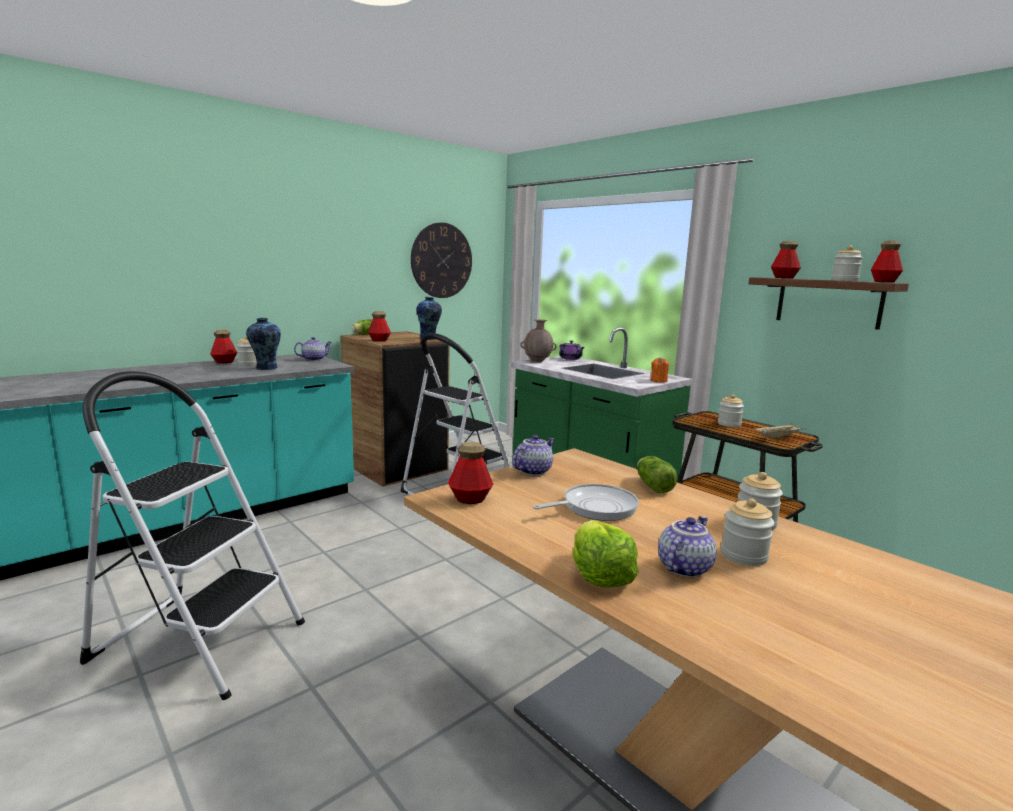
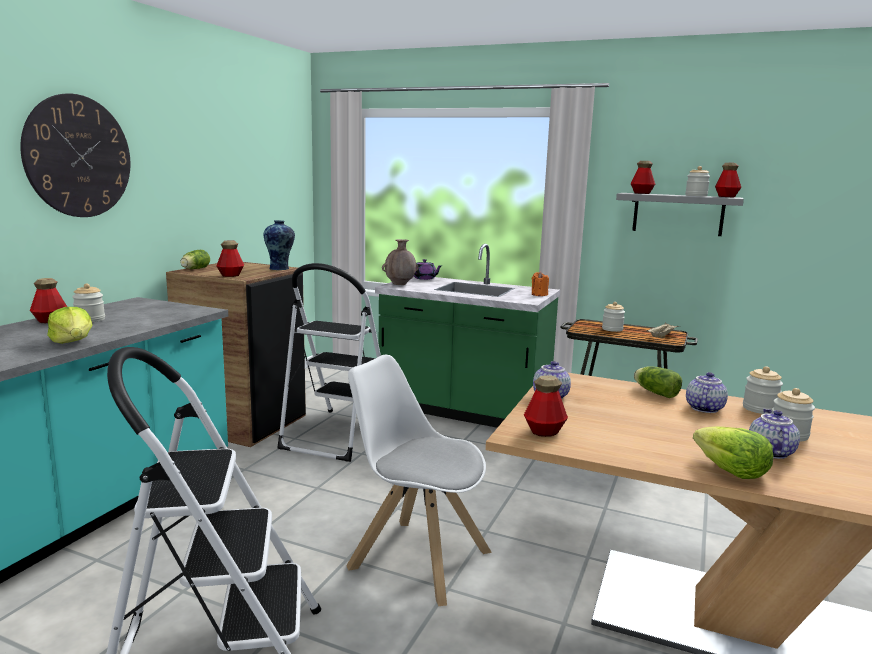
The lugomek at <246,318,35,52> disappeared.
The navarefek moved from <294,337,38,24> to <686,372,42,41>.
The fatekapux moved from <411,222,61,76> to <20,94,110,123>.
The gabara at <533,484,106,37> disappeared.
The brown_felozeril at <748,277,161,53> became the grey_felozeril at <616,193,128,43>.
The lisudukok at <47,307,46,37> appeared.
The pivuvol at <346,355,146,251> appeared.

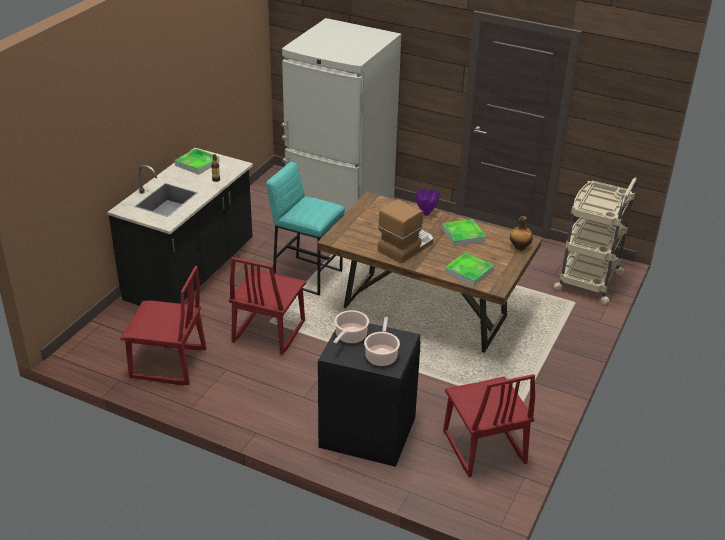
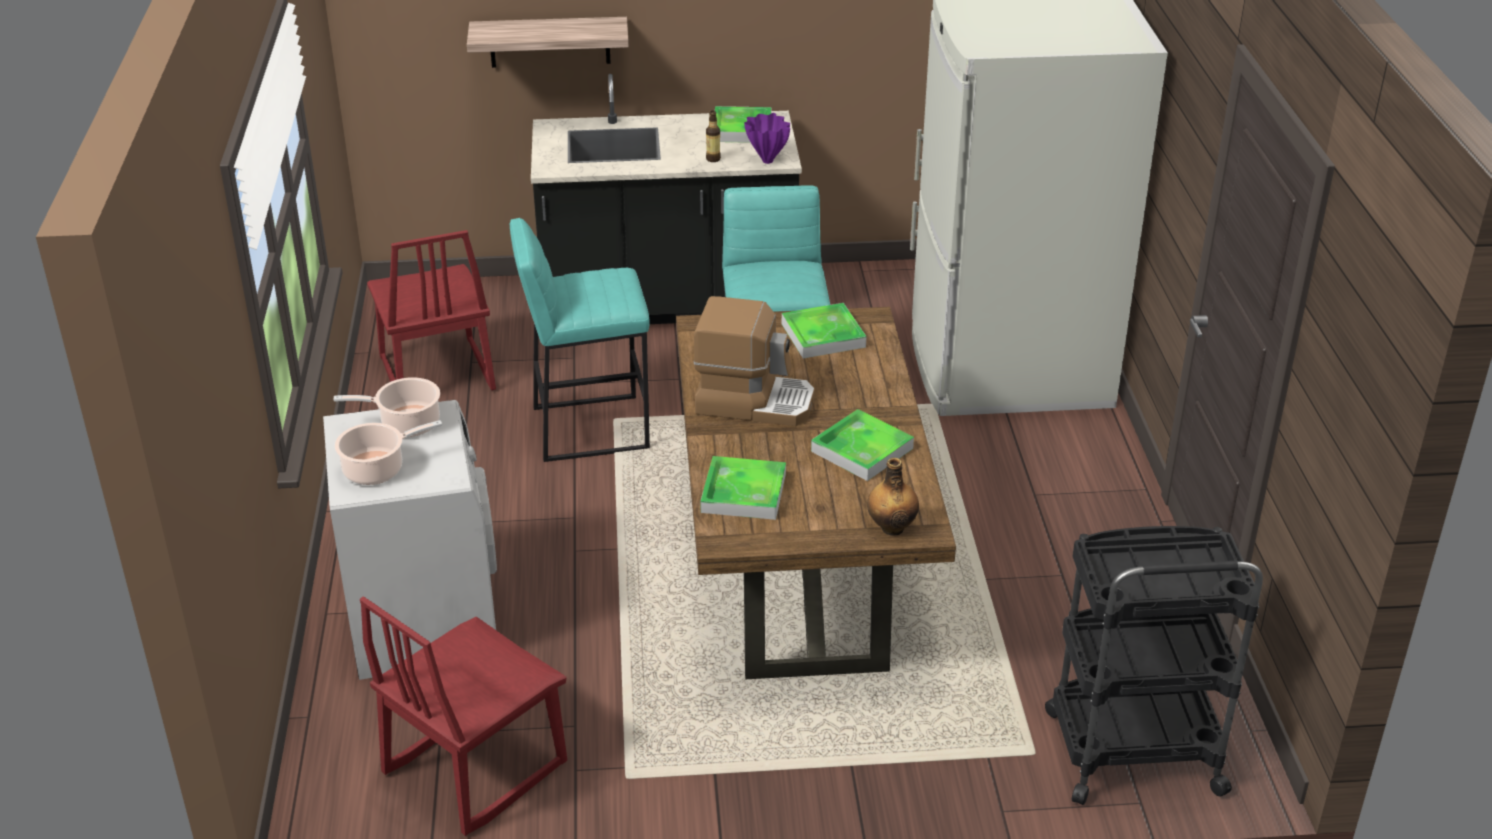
The red_pivuvol at <229,257,77,98> was replaced by the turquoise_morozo at <510,218,140,244>.
The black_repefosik at <318,323,102,144> became the white_repefosik at <323,400,174,280>.
The purple_lugomek moved from <415,189,25,27> to <744,113,46,51>.
The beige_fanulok at <554,177,83,128> became the black_fanulok at <1045,526,218,279>.
The felozeril at <467,17,162,51> appeared.
The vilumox at <782,303,85,55> appeared.

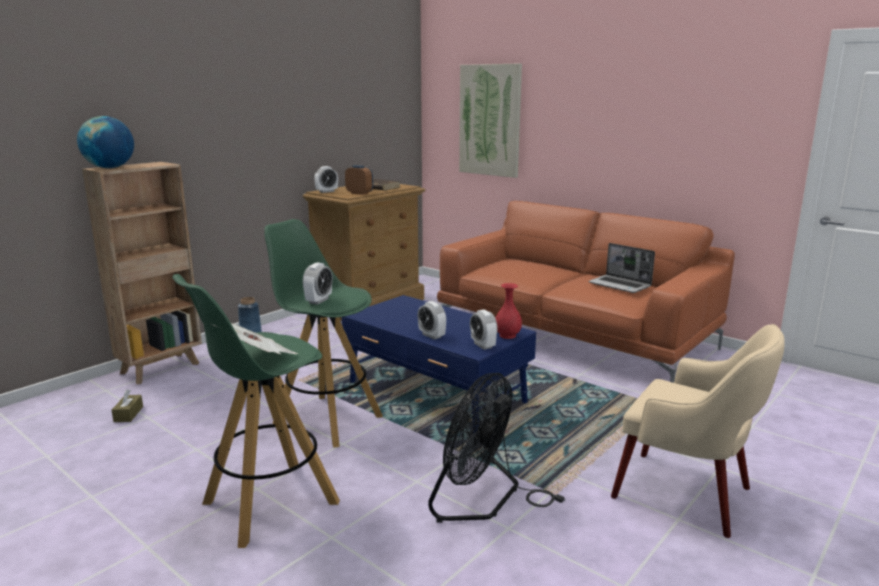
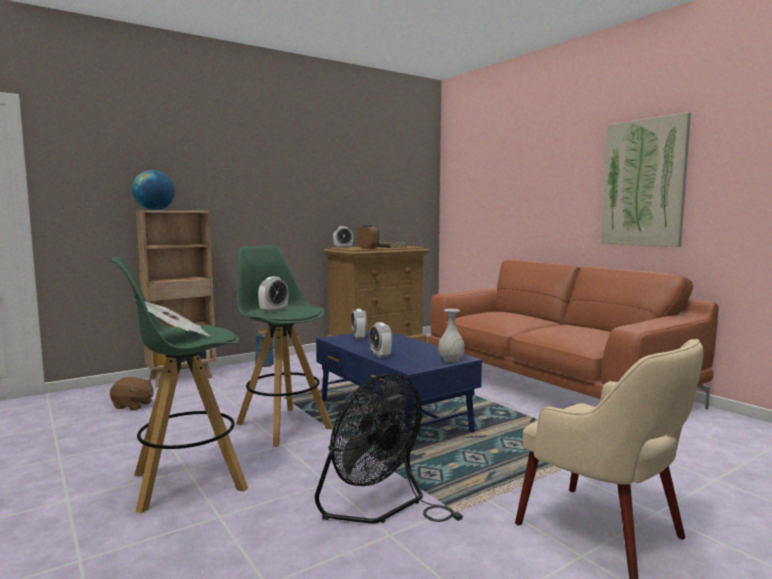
The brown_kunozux at <112,389,31,33> was replaced by the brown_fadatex at <110,377,44,33>.
The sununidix moved from <459,63,63,115> to <601,112,90,135>.
The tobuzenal moved from <470,310,28,40> to <351,309,16,31>.
The red_lugomek at <495,283,27,56> became the white_lugomek at <438,309,27,53>.
The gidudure at <588,243,67,50> disappeared.

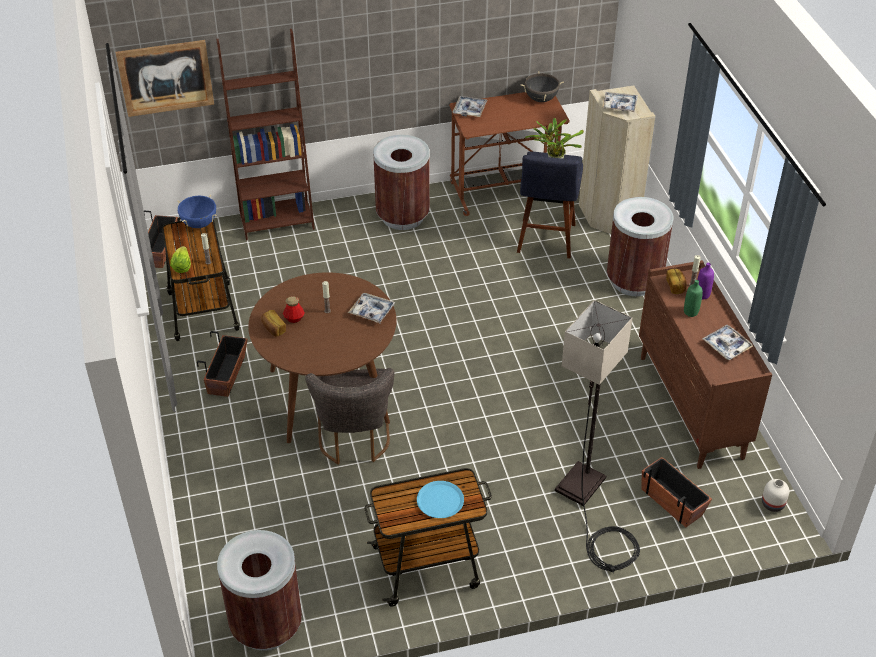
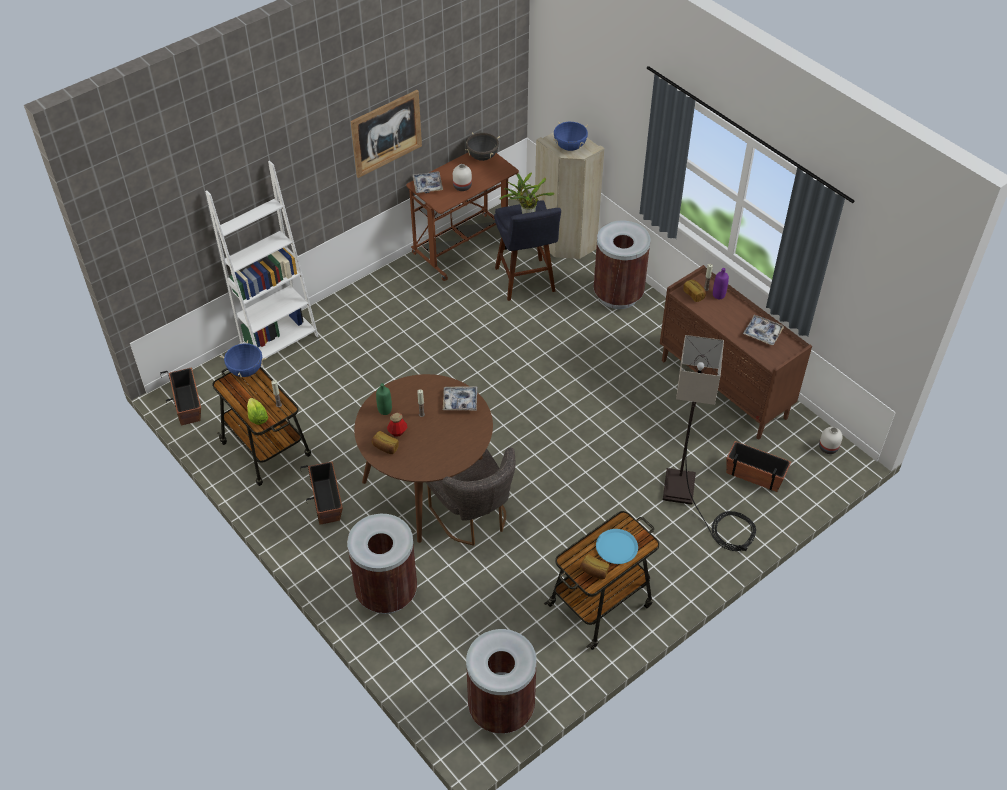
The sununidix moved from <116,40,98,77> to <350,90,72,88>.
The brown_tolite at <216,29,99,212> became the white_tolite at <205,161,114,207>.
The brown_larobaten moved from <373,135,57,95> to <347,514,70,100>.
The vilumox at <602,92,36,20> was replaced by the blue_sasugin at <554,122,34,29>.
The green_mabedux moved from <684,280,19,37> to <376,383,16,32>.
The white_lugomek at <453,164,19,27> appeared.
The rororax at <580,554,29,26> appeared.

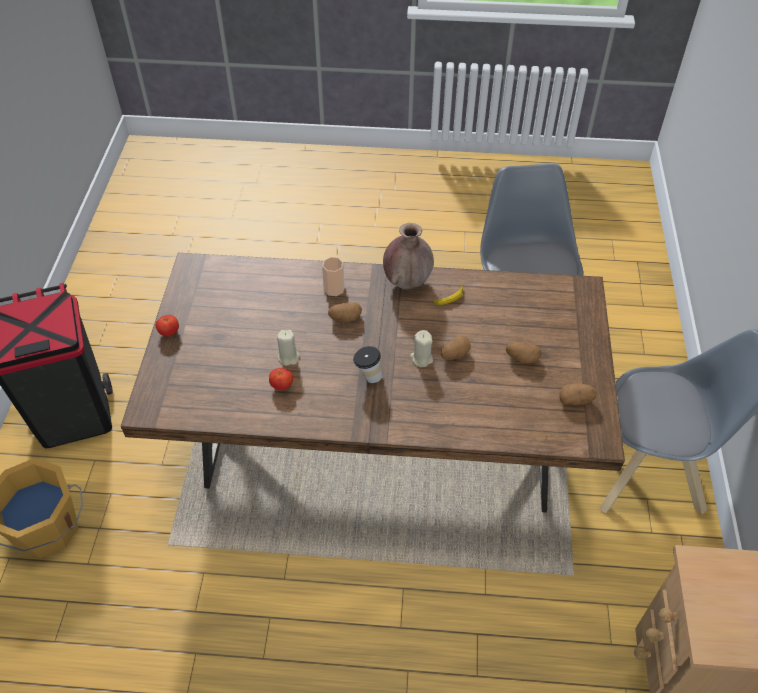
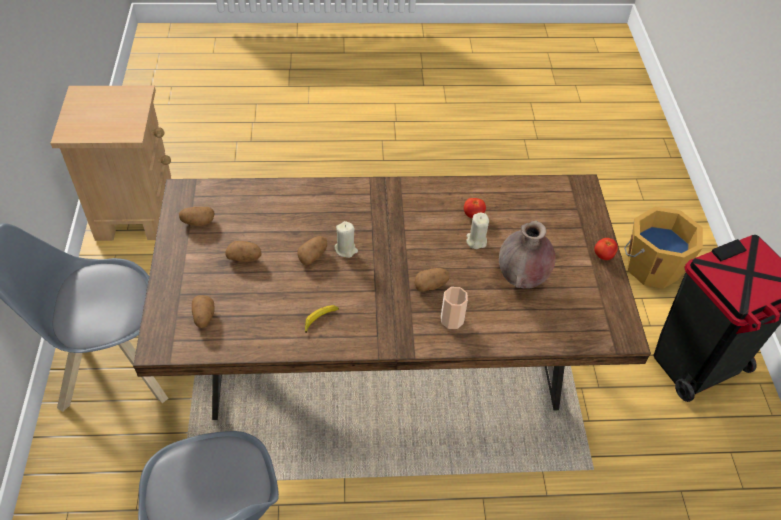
The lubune at <353,346,30,37> disappeared.
The brown_lugomek moved from <383,223,51,67> to <499,220,57,69>.
The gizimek at <192,295,23,33> appeared.

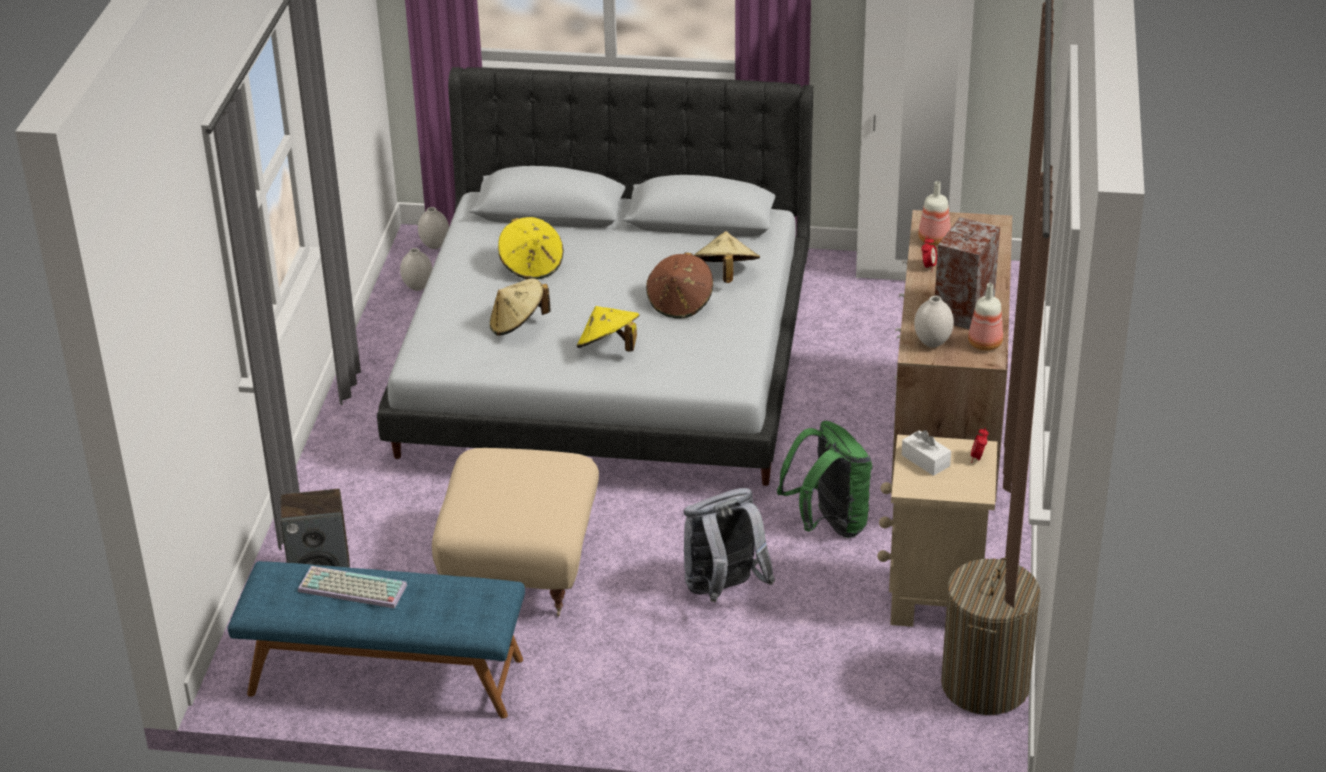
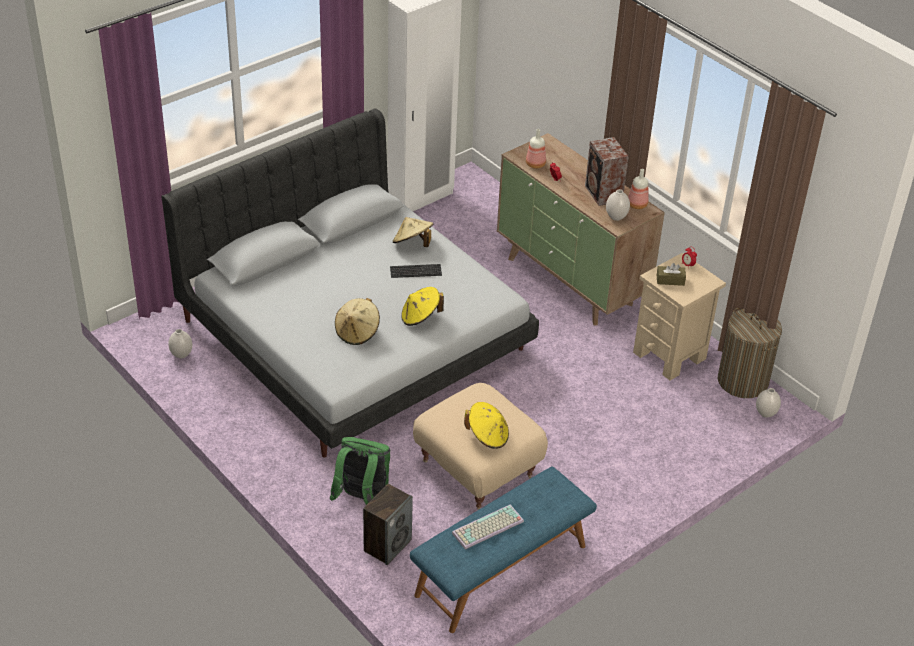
The white_lugomek moved from <418,207,31,42> to <756,388,25,30>.
The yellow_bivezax moved from <498,217,66,62> to <464,402,45,47>.
The brown_bivezax at <646,252,67,67> was replaced by the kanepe at <390,264,52,14>.
The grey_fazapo at <684,488,91,114> disappeared.
The green_fazapo moved from <777,421,95,117> to <330,437,60,68>.
The white_kunozux at <902,430,49,46> became the brown_kunozux at <657,263,29,23>.

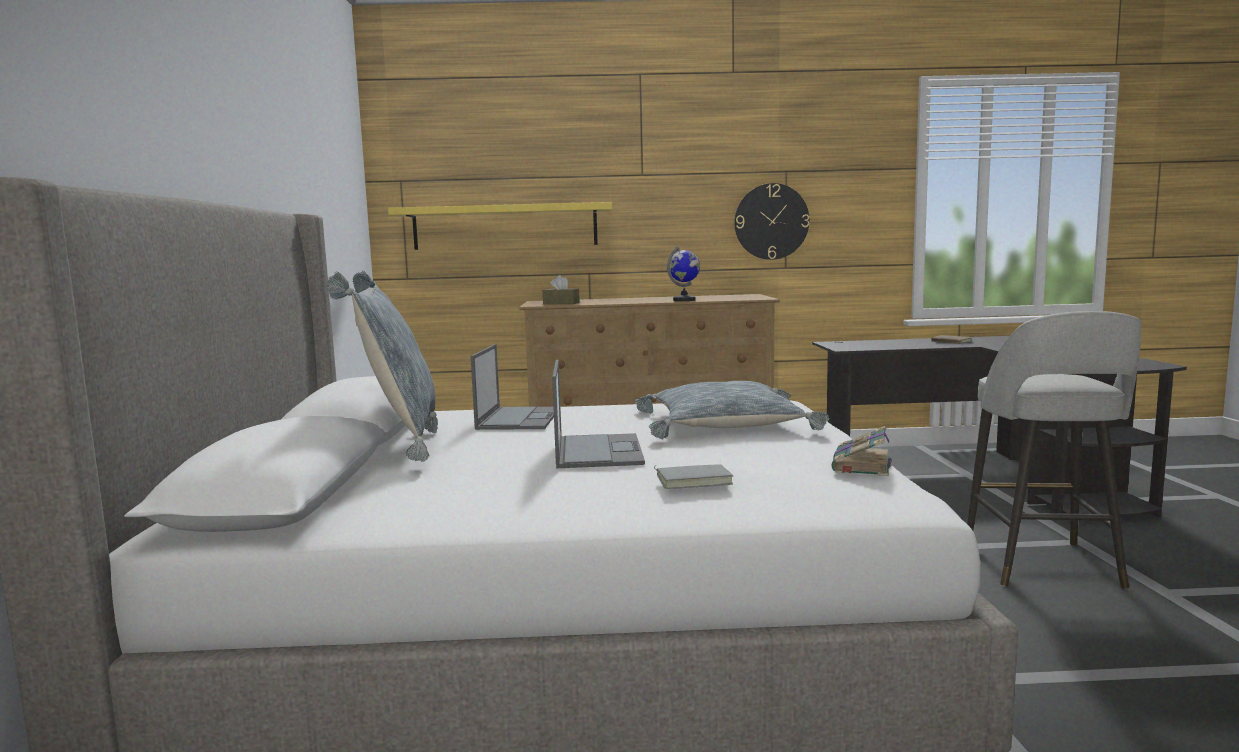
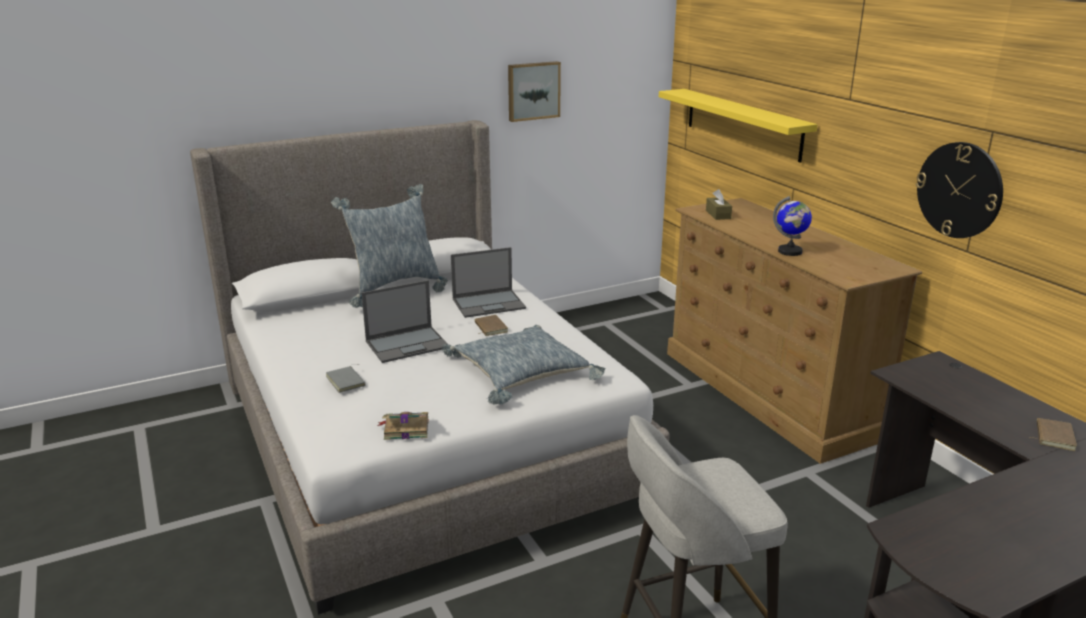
The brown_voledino at <475,315,33,21> appeared.
The sununidix at <508,61,53,61> appeared.

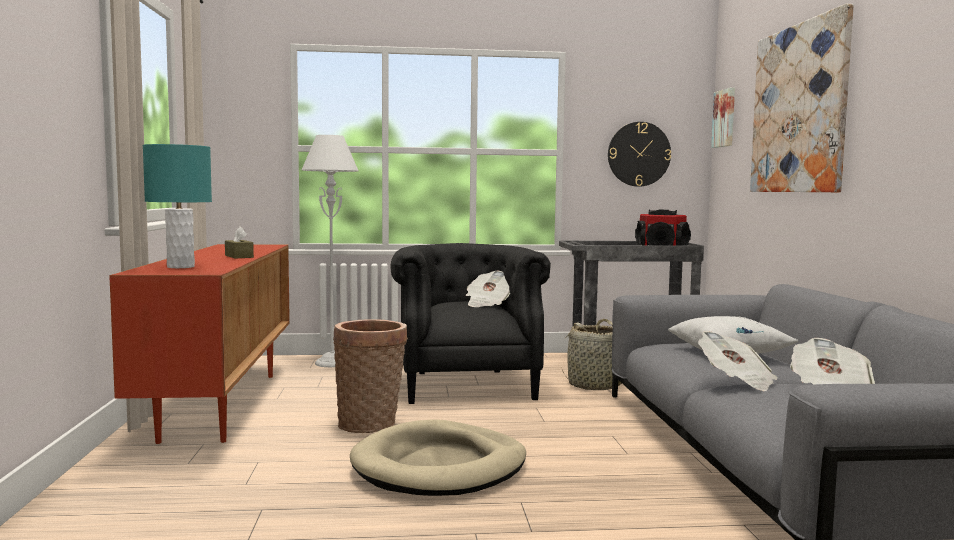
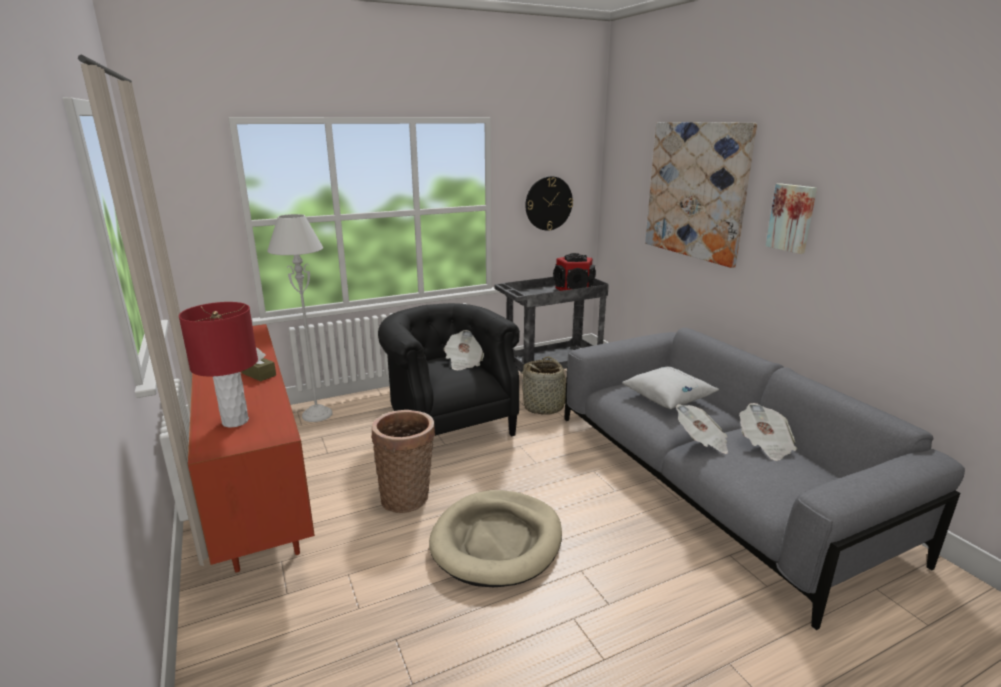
The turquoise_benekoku at <143,144,69,124> became the red_benekoku at <179,302,79,126>.
The sununidix moved from <711,88,24,60> to <766,183,51,71>.

